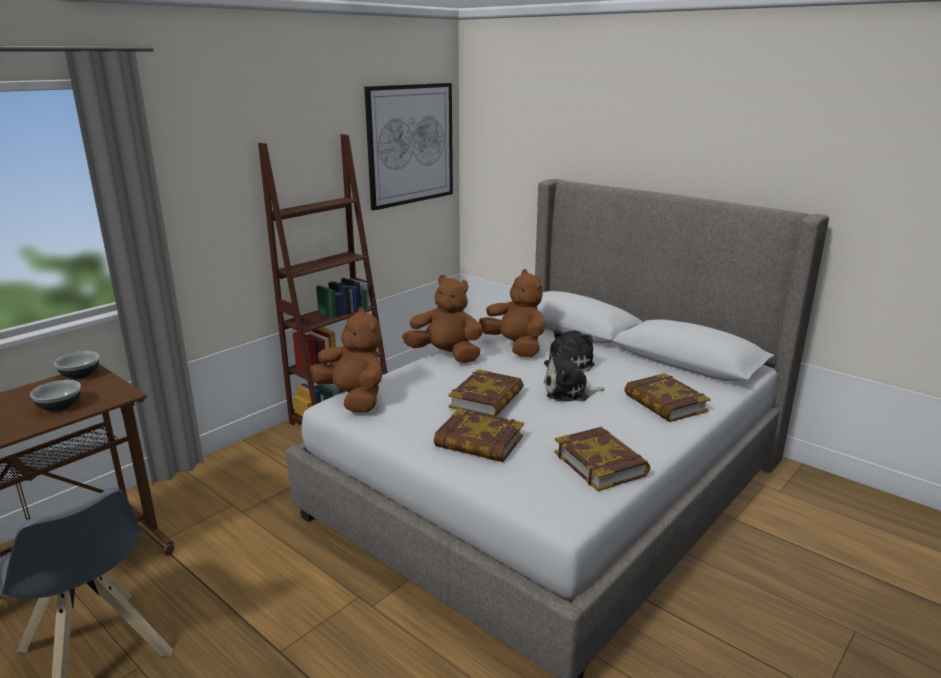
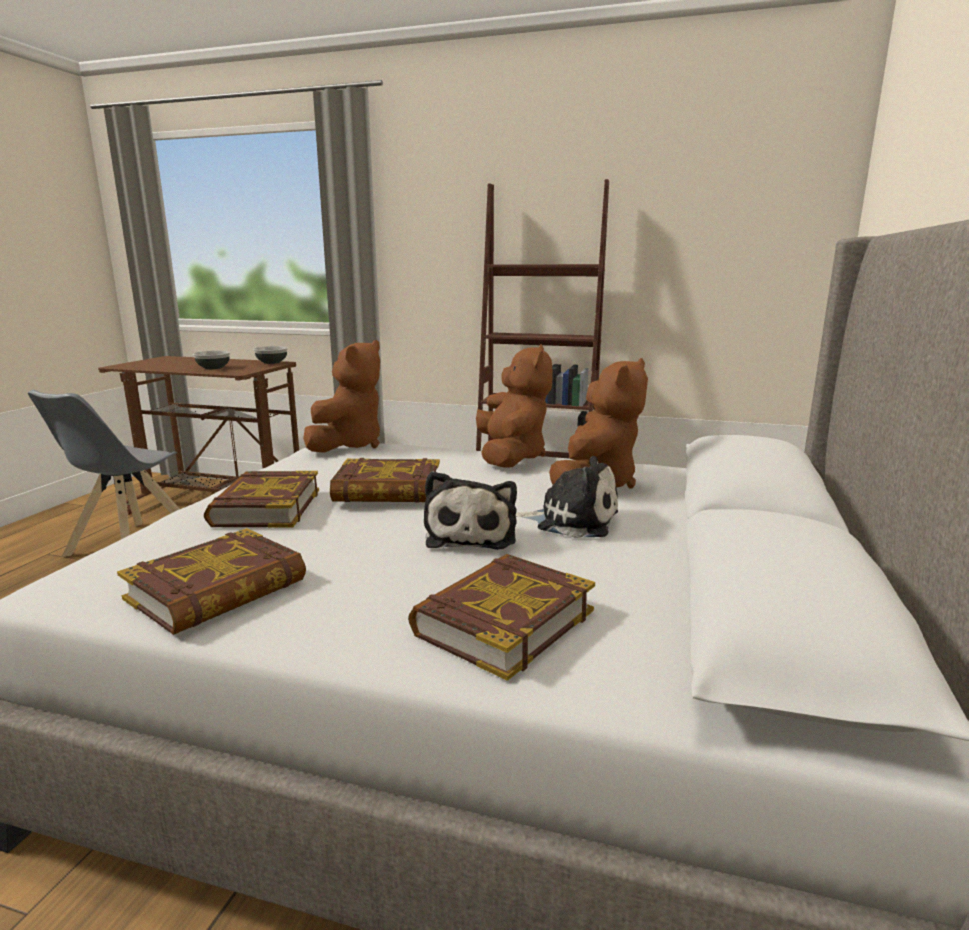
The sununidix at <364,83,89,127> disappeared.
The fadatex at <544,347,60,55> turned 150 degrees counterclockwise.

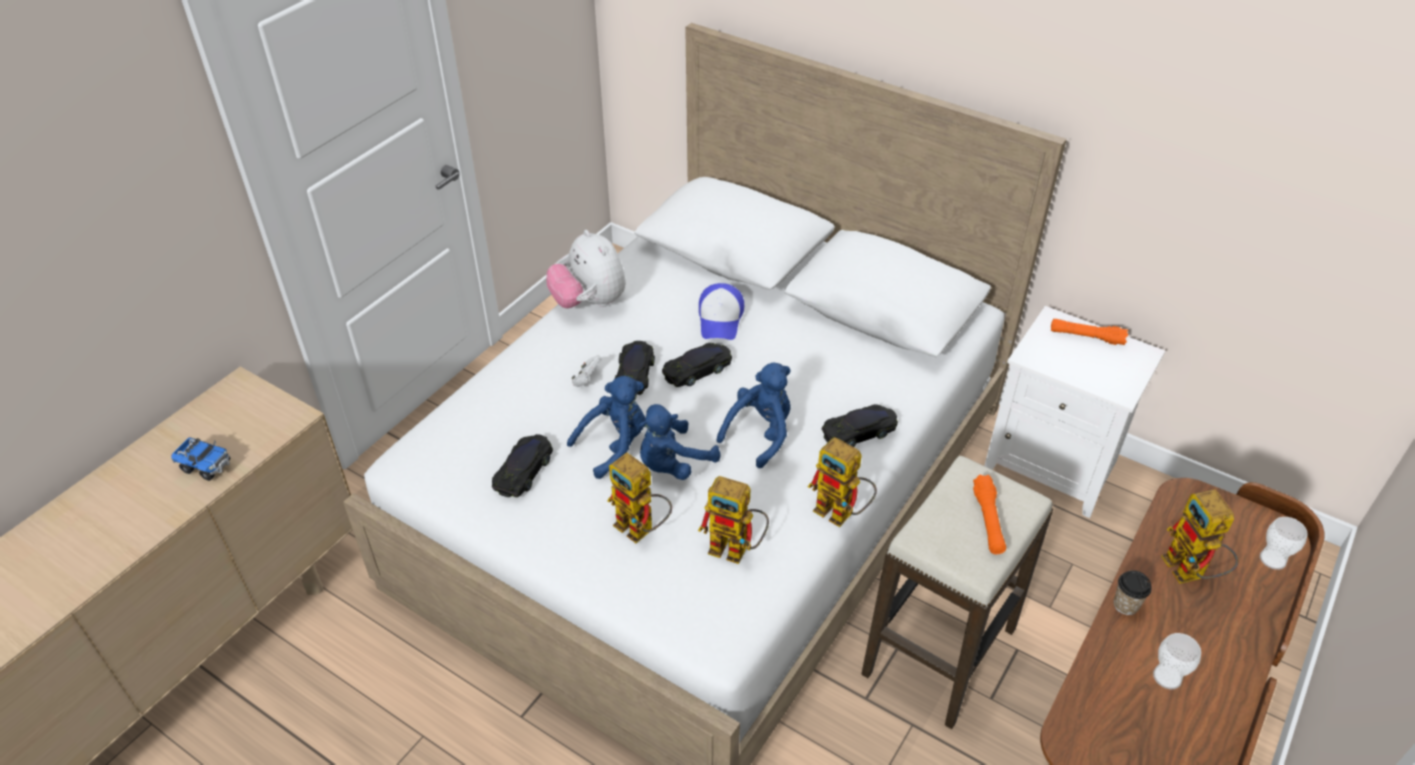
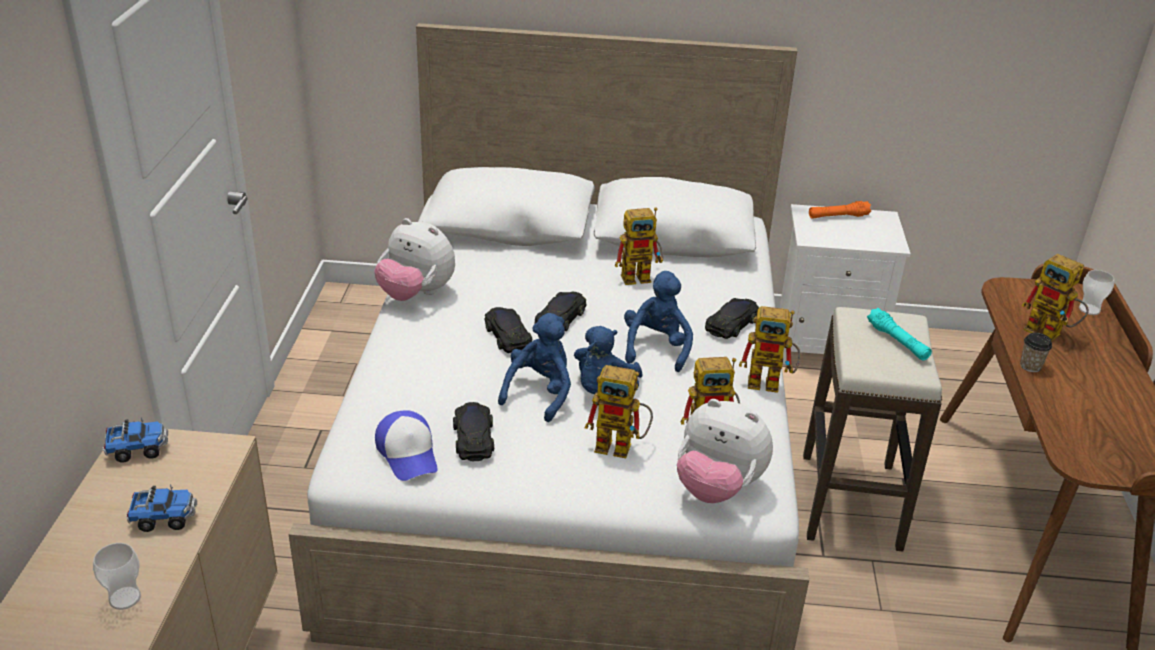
The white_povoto at <572,355,30,32> disappeared.
The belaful moved from <699,283,45,57> to <375,410,63,71>.
The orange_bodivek at <973,475,33,79> became the turquoise_bodivek at <867,308,65,53>.
The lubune moved from <1153,633,48,56> to <93,543,48,67>.
The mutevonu at <102,418,66,44> appeared.
The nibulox at <615,207,48,78> appeared.
The fadatex at <677,399,96,104> appeared.

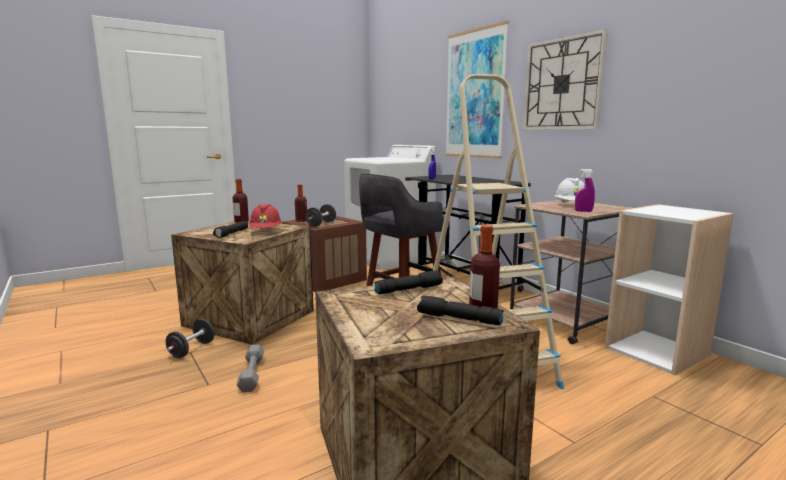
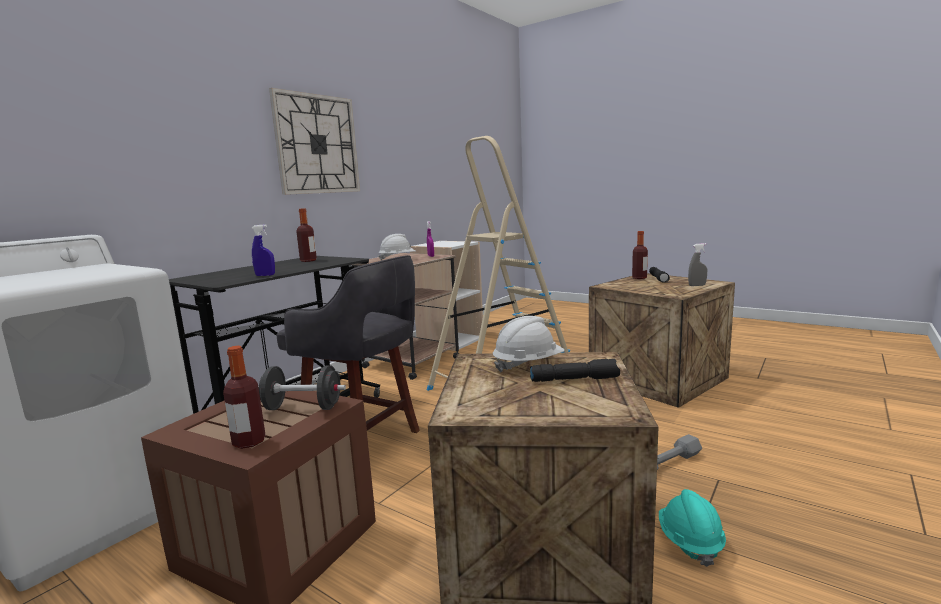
The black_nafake at <166,319,48,39> was replaced by the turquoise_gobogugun at <659,489,67,78>.
The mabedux moved from <233,179,16,44> to <296,208,21,54>.
The red_gobogugun at <249,204,33,24> became the white_gobogugun at <493,316,72,57>.
The black_bodivek at <375,271,68,23> disappeared.
The sununidix at <445,21,64,138> disappeared.
The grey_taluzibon at <688,243,19,43> appeared.

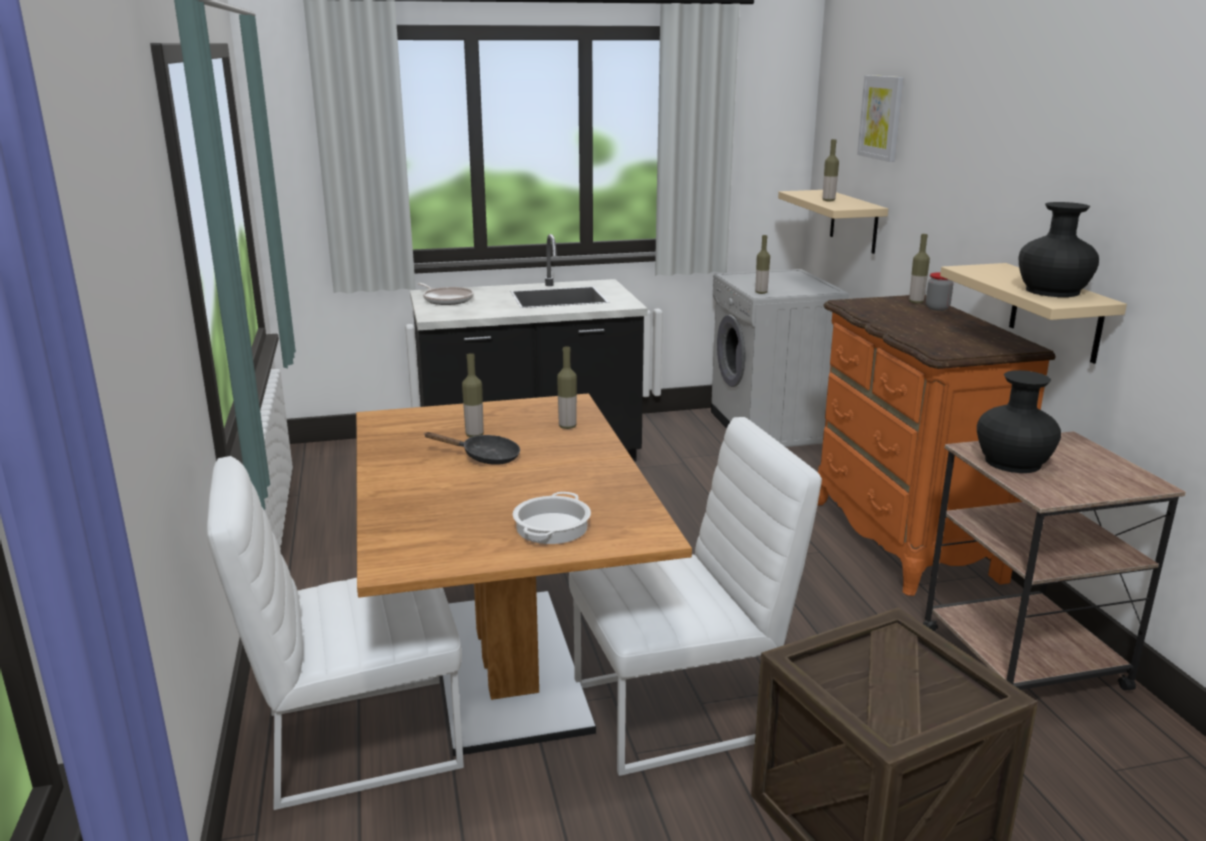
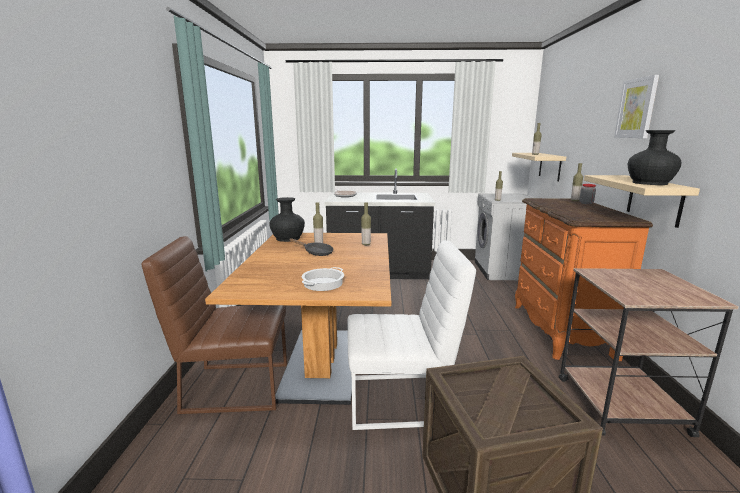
The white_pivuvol at <207,456,257,354> became the brown_pivuvol at <141,236,146,178>.
The sununidix moved from <857,75,47,87> to <614,75,45,63>.
The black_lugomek moved from <977,370,84,103> to <269,197,36,45>.

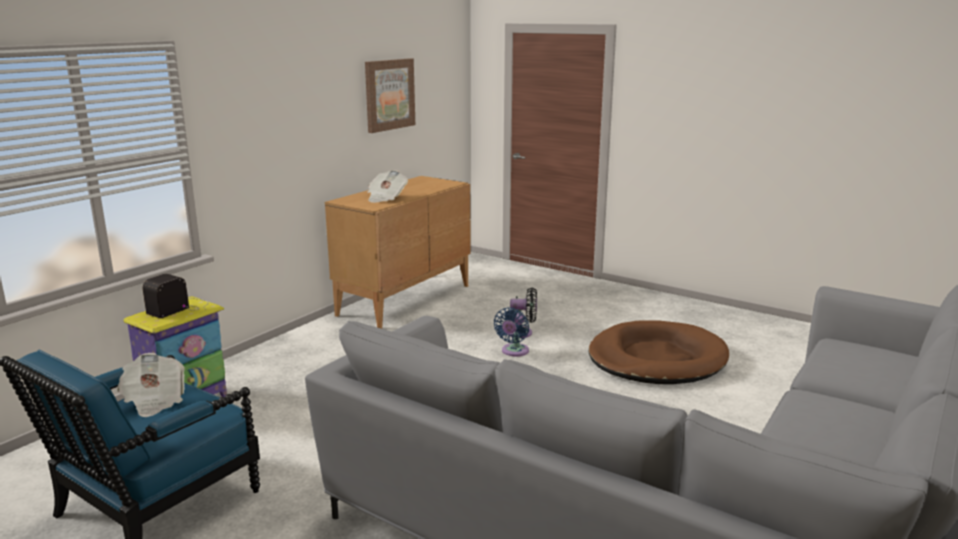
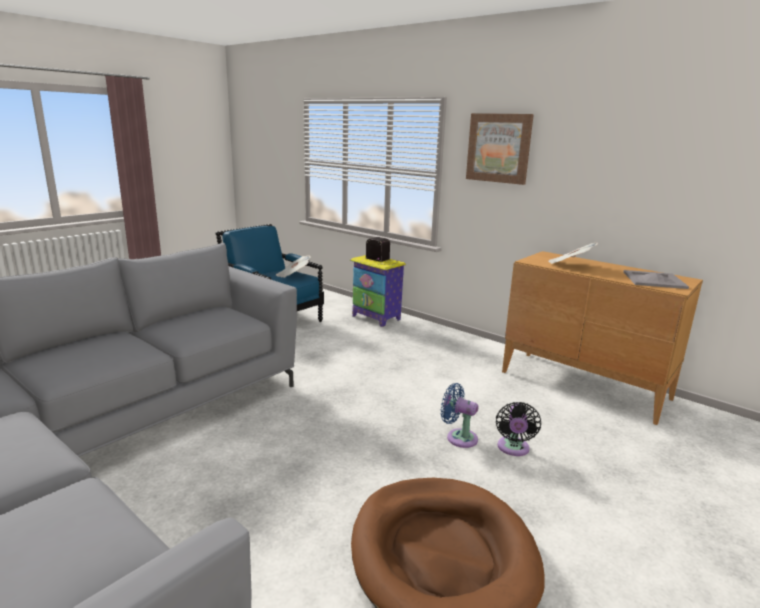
The sununidix moved from <365,58,50,75> to <466,113,68,72>.
The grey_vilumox at <623,270,66,19> appeared.

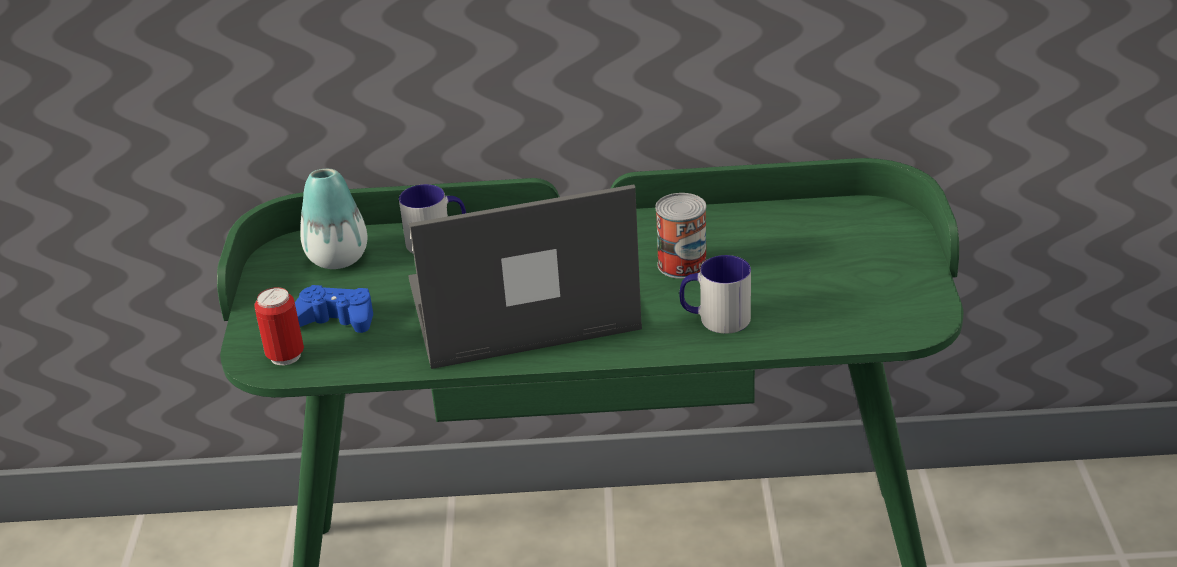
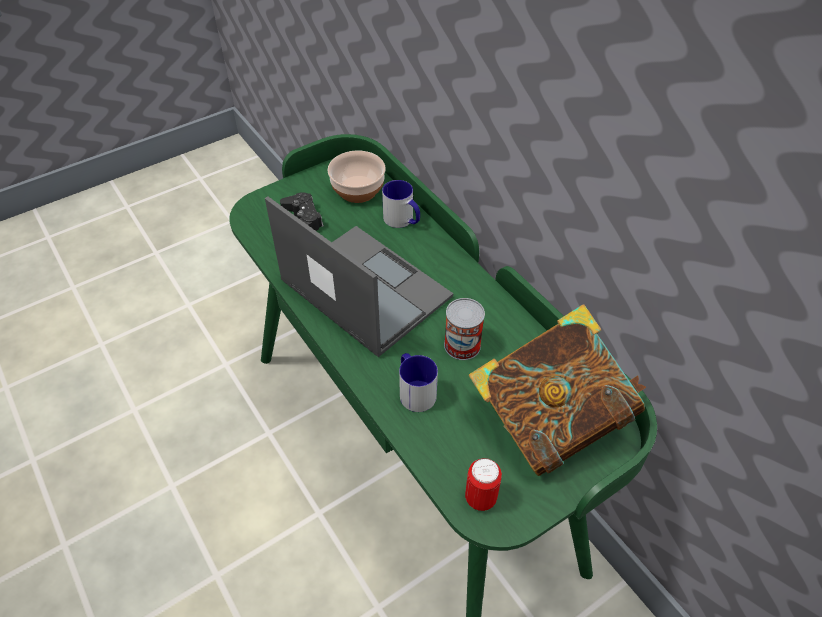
The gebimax moved from <254,287,50,79> to <465,458,37,53>.
The blue_povoto at <295,285,78,48> became the black_povoto at <280,192,44,39>.
The lugomek at <300,169,67,100> was replaced by the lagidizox at <328,151,58,52>.
The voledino at <469,304,177,172> appeared.

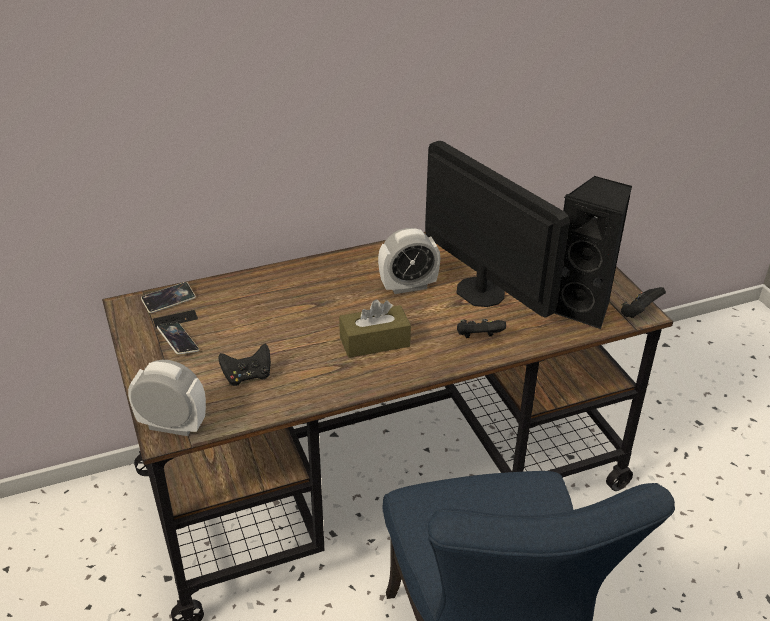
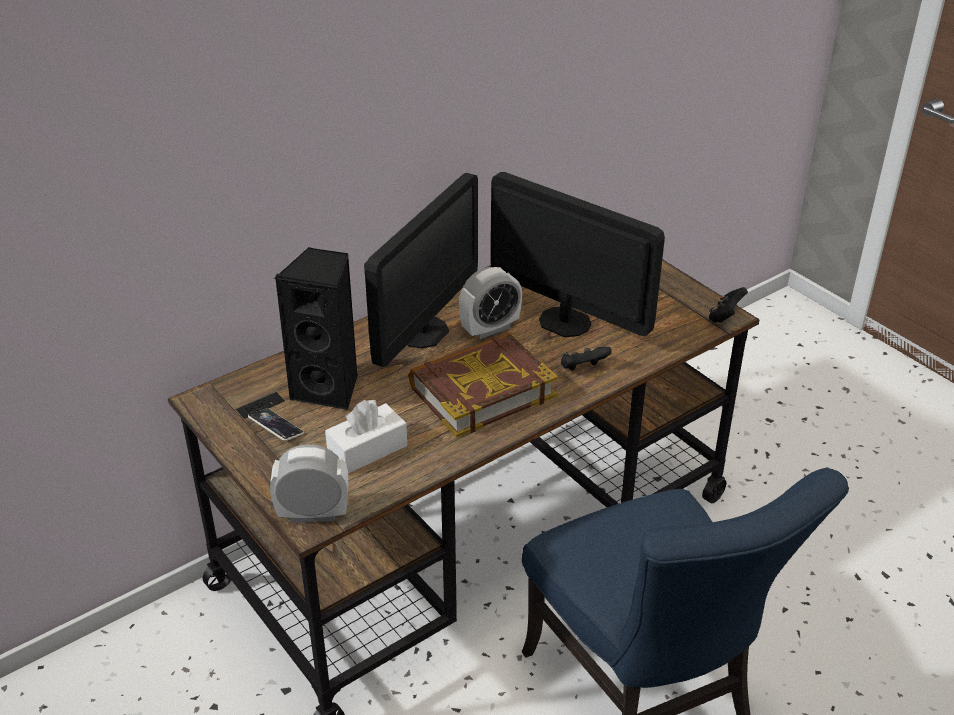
The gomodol at <141,282,55,31> disappeared.
The black_povoto at <218,344,53,42> was replaced by the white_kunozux at <325,400,82,73>.
The brown_kunozux at <339,300,72,58> was replaced by the voledino at <408,333,150,105>.
The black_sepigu moved from <554,176,78,153> to <274,247,84,163>.
The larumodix at <364,173,114,194> appeared.

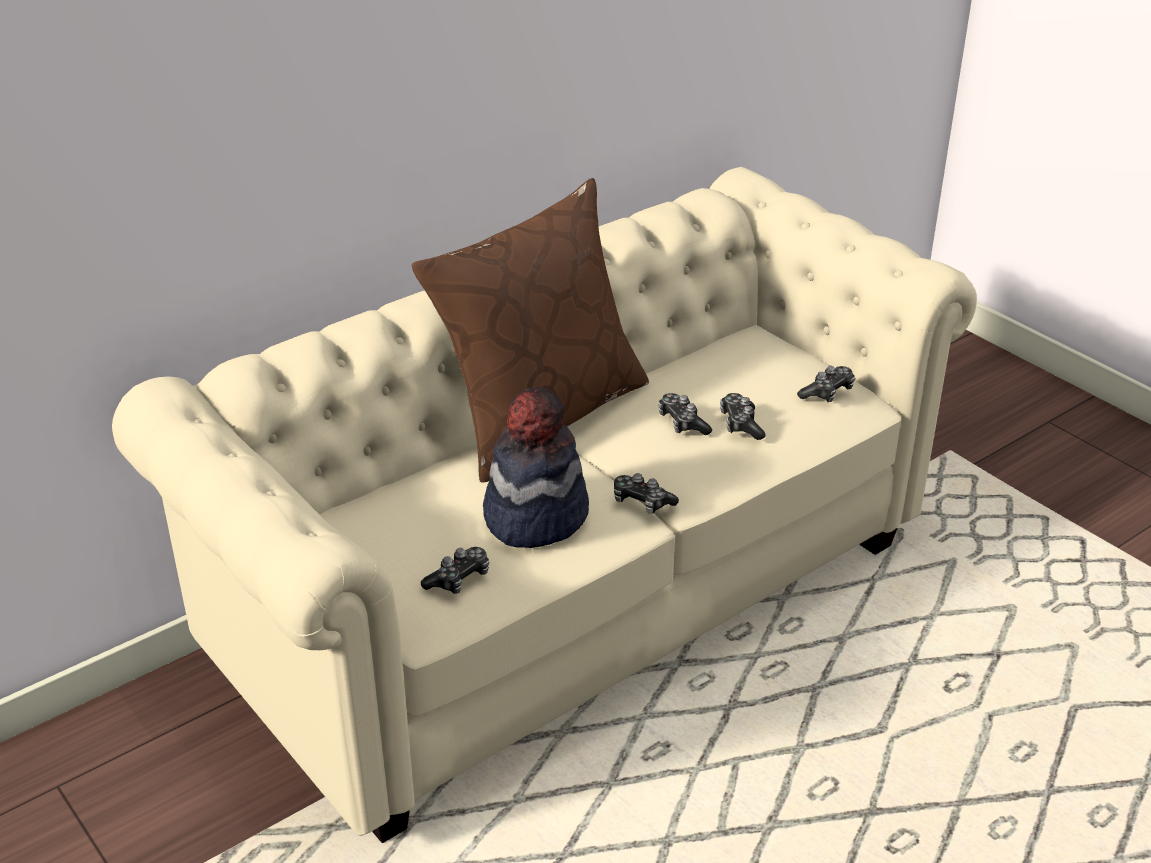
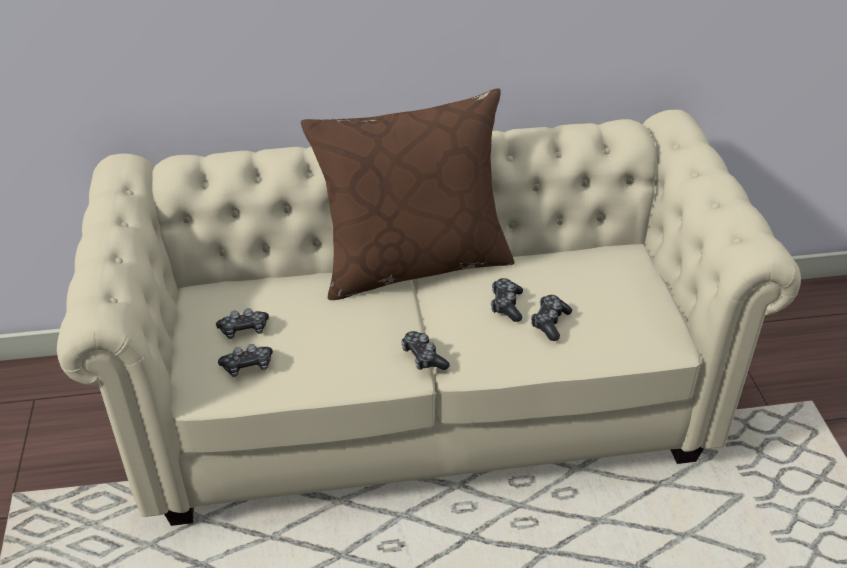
The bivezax at <483,387,106,161> disappeared.
The povoto moved from <797,366,59,36> to <216,308,53,31>.

